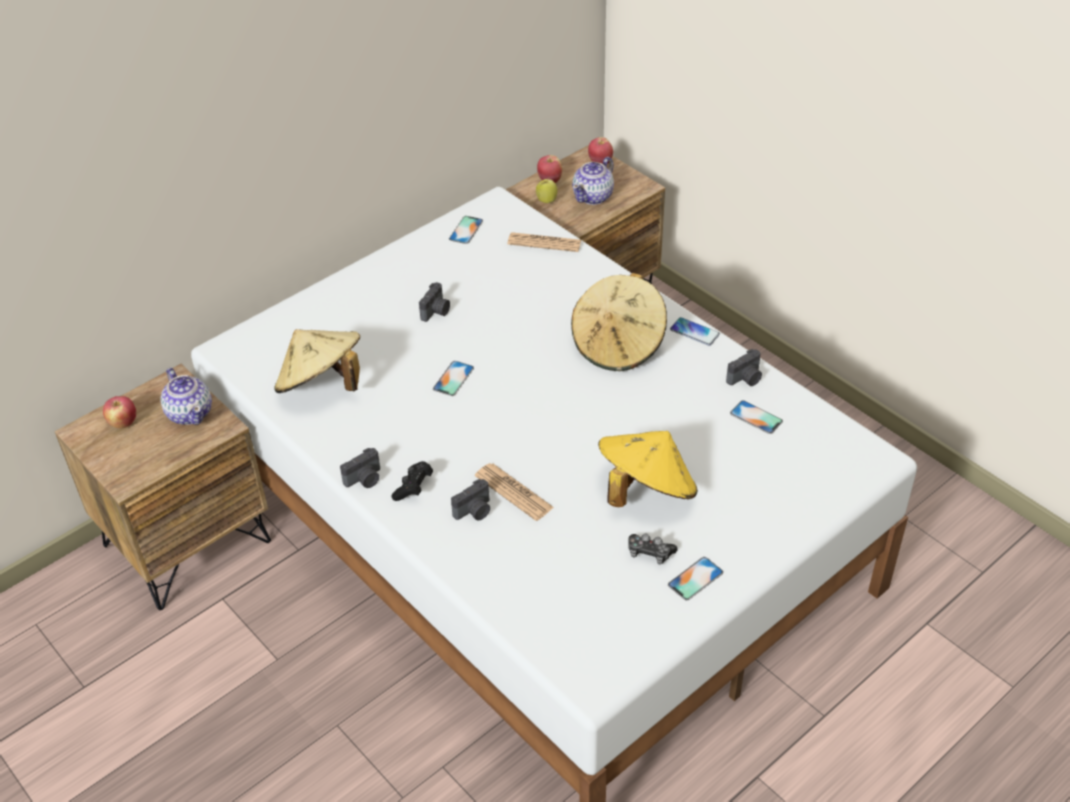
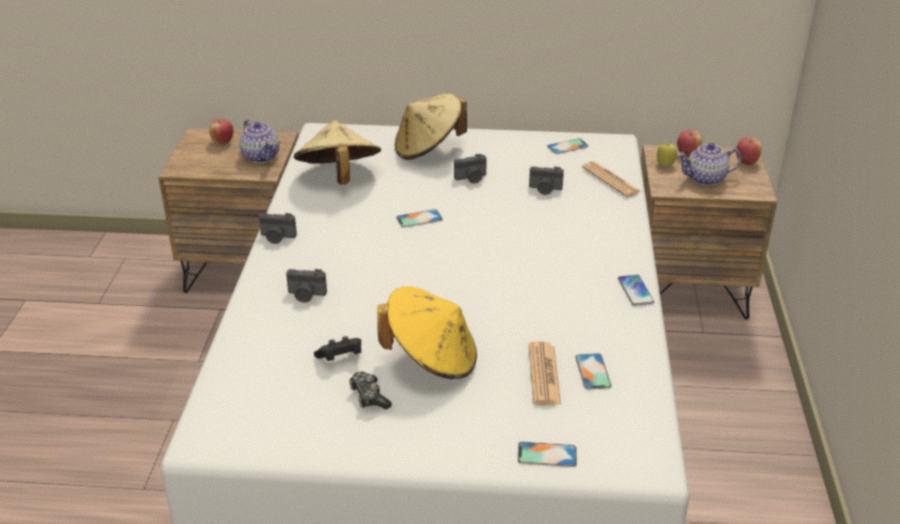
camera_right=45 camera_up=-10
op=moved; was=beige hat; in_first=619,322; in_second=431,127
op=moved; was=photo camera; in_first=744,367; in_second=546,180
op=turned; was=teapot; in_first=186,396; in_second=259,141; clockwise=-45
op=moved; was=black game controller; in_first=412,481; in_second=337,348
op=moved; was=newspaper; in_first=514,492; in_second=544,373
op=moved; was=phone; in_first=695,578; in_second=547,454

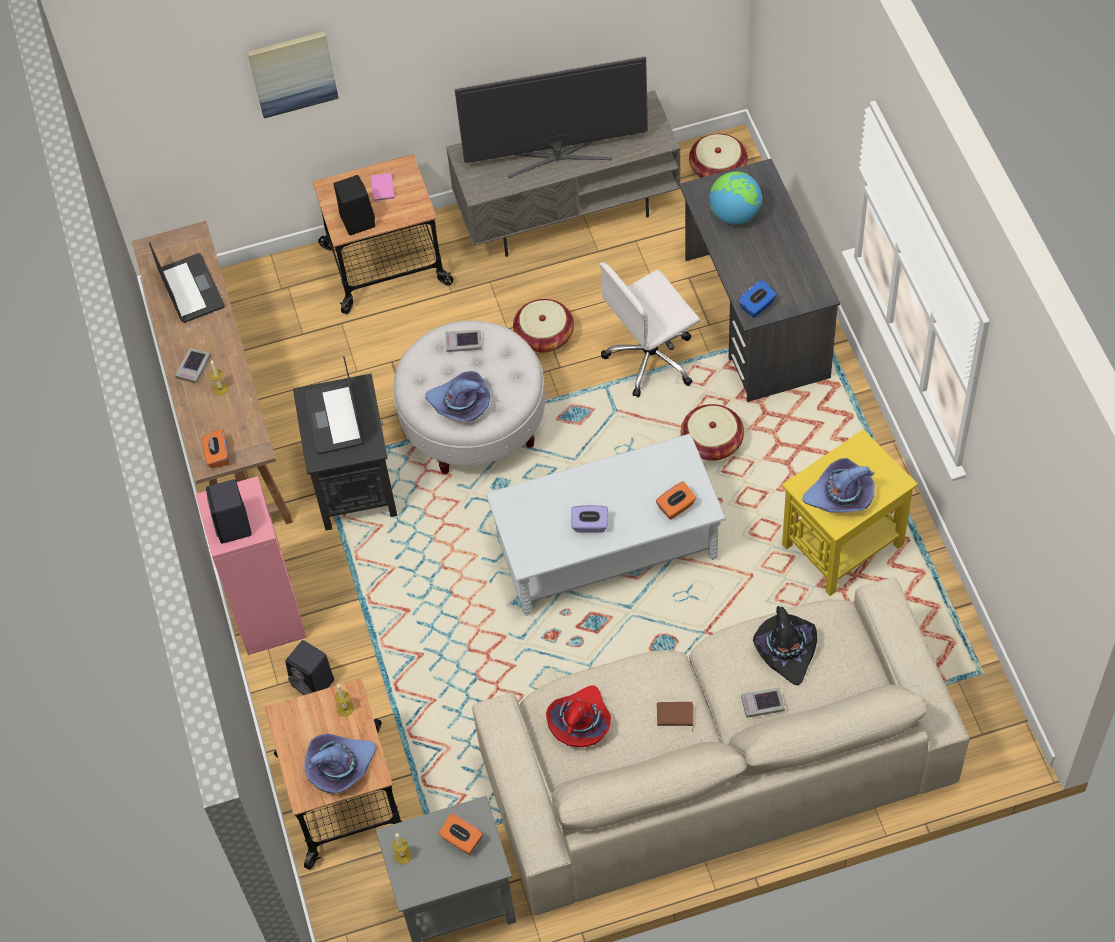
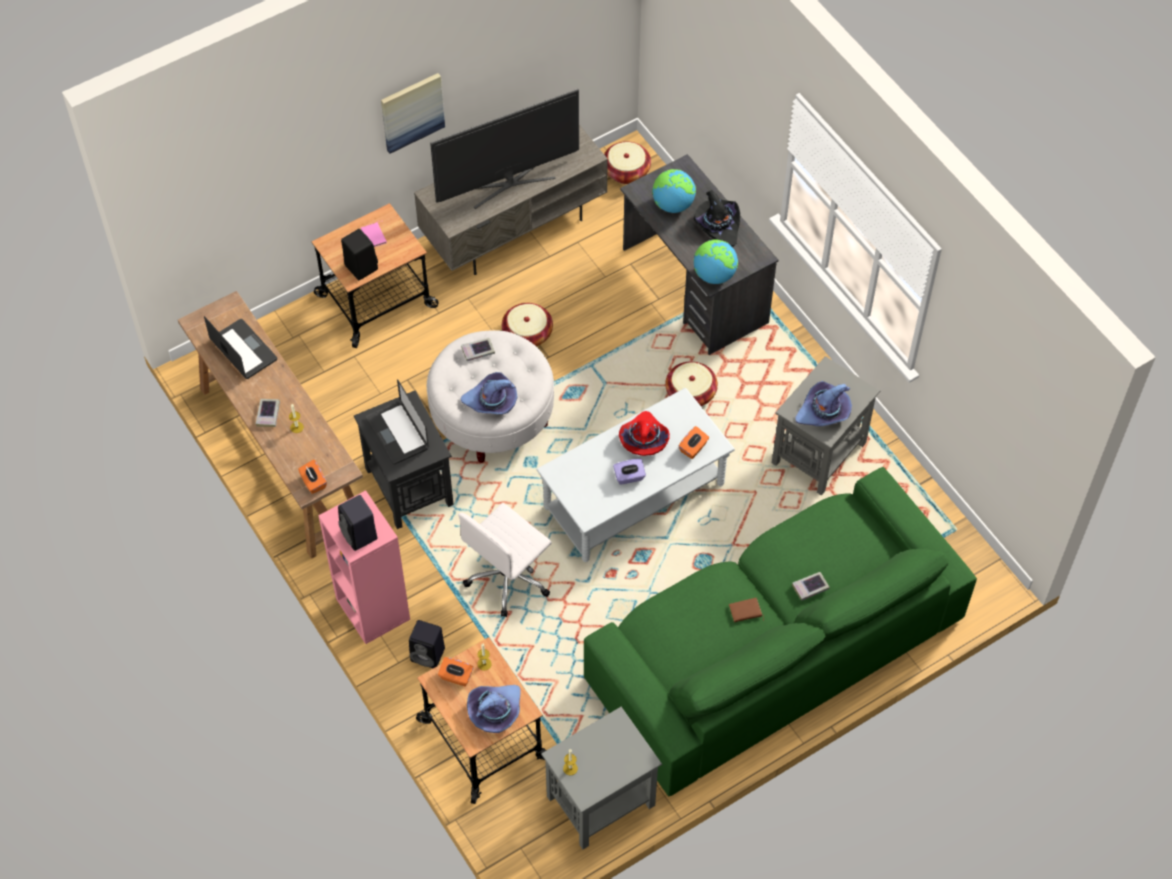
camera_right=-20 camera_up=0
op=moved; was=picture; in_first=293,74; in_second=413,113
op=moved; was=white office chair; in_first=649,330; in_second=505,560
op=replaced; was=blue tissue box; now=globe; in_first=757,299; in_second=715,262
op=recoloured; was=yellow side table; now=grey side table; in_first=850,512; in_second=826,425
op=recoloured; was=beige sofa; now=green sofa; in_first=721,746; in_second=780,631
op=moved; was=black hat; in_first=785,645; in_second=717,218
op=moved; was=red hat; in_first=578,716; in_second=644,433
op=moved; was=orange tissue box; in_first=461,834; in_second=456,671

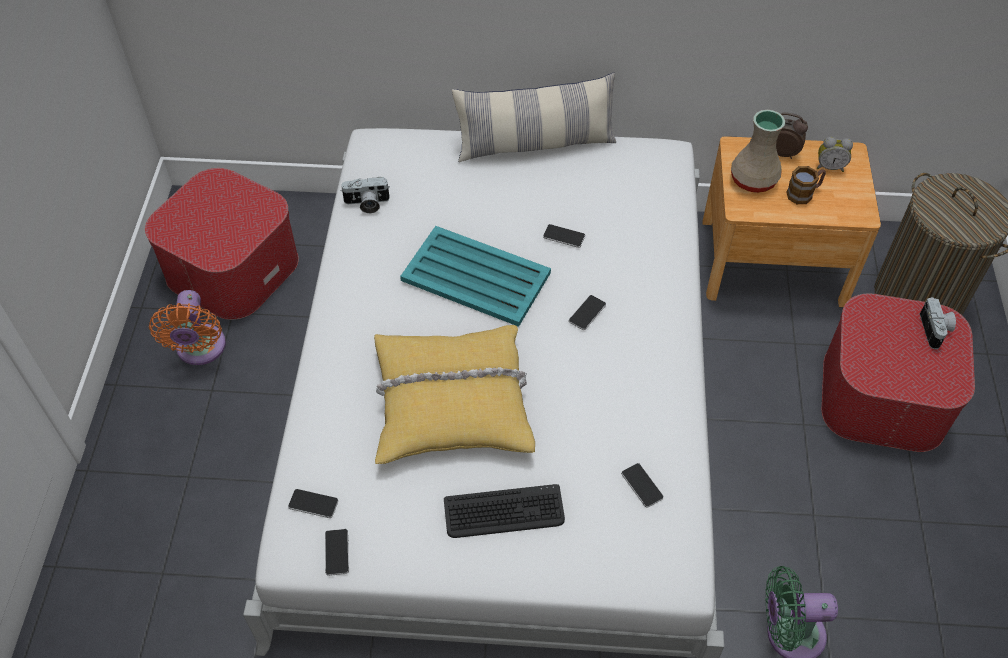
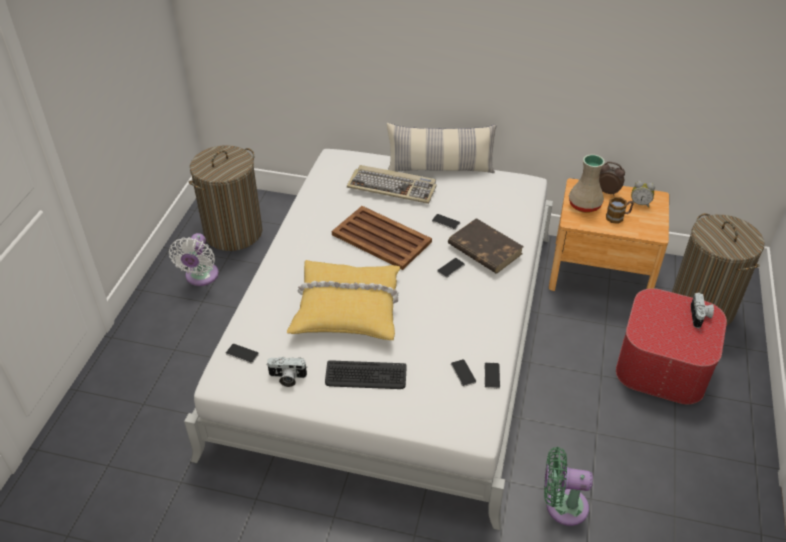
camera_right=10 camera_up=-10
op=replaced; was=ottoman; now=laundry basket; in_first=222,244; in_second=225,198
op=moved; was=photo camera; in_first=365,195; in_second=286,372
op=recoloured; was=turquoise tray; now=brown tray; in_first=475,276; in_second=382,238
op=recoloured; was=orange fan; now=white fan; in_first=187,327; in_second=194,259
op=moved; was=phone; in_first=337,552; in_second=492,375
op=added; now=keyboard; in_second=392,184
op=added; now=brown book; in_second=486,245

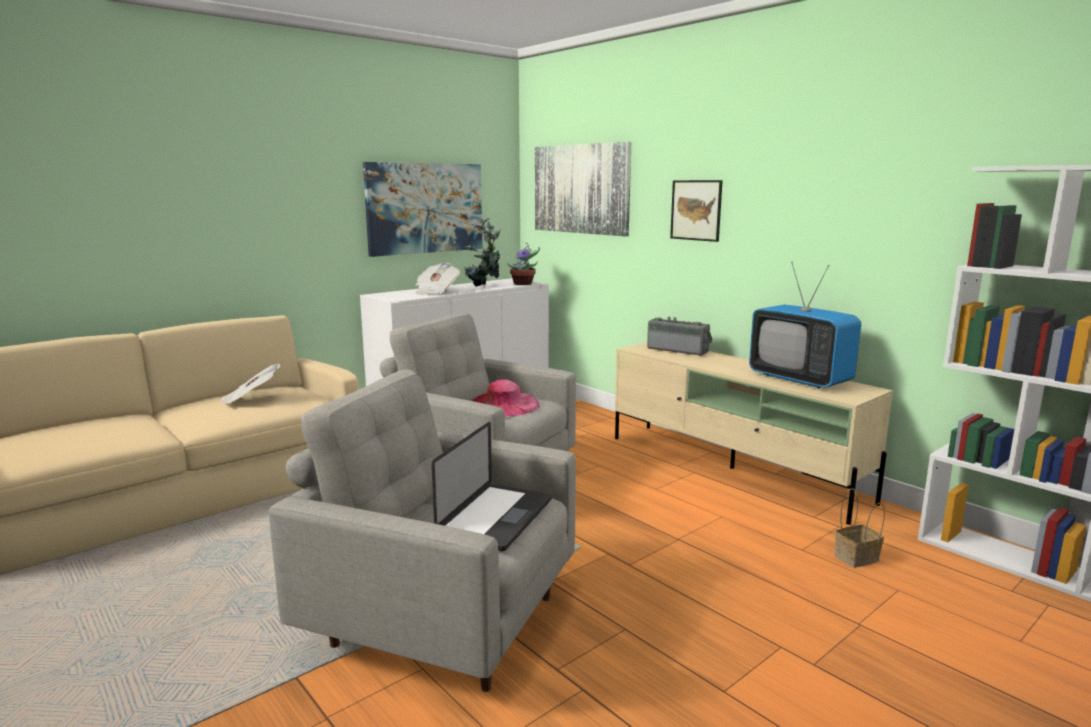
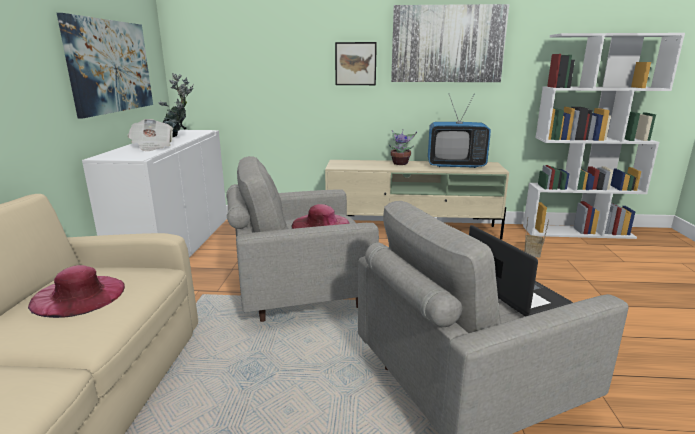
camera_right=-45 camera_up=5
op=moved; was=picture; in_first=583,189; in_second=450,43
op=moved; was=potted plant; in_first=523,264; in_second=402,147
op=removed; was=radio; in_first=679,336
op=replaced; was=newspaper; now=pink hat; in_first=250,384; in_second=76,291

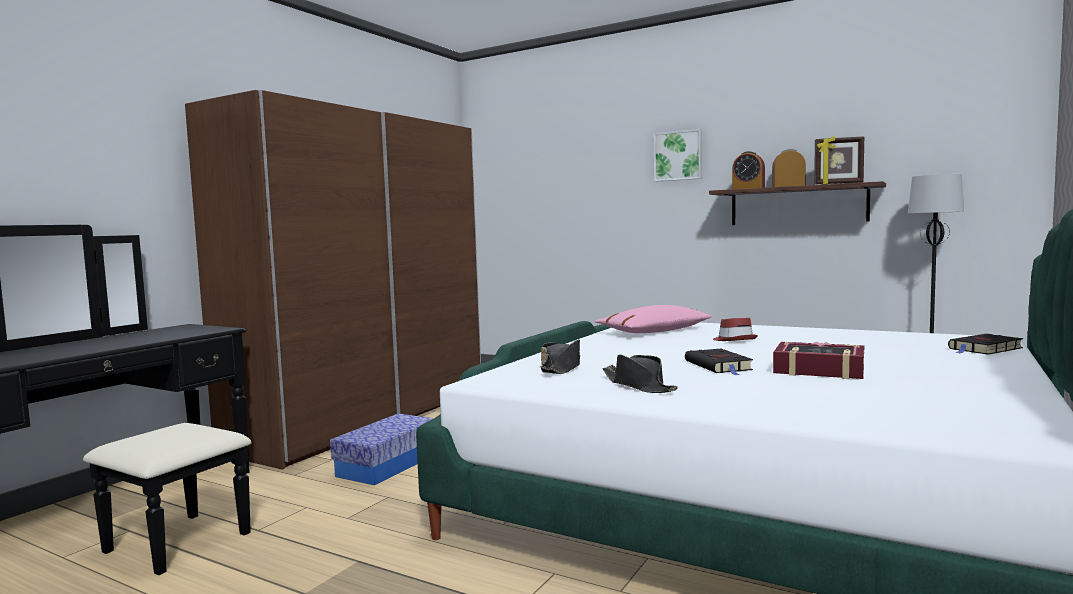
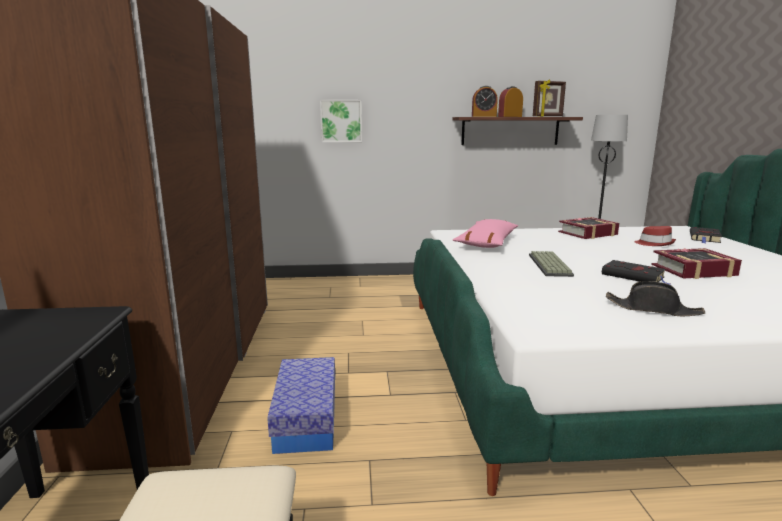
camera_right=-35 camera_up=10
op=moved; was=picture; in_first=678,155; in_second=341,121
op=moved; was=red hat; in_first=735,329; in_second=655,236
op=removed; was=black hat; in_first=560,357
op=added; now=book; in_second=588,228
op=added; now=keyboard; in_second=551,264

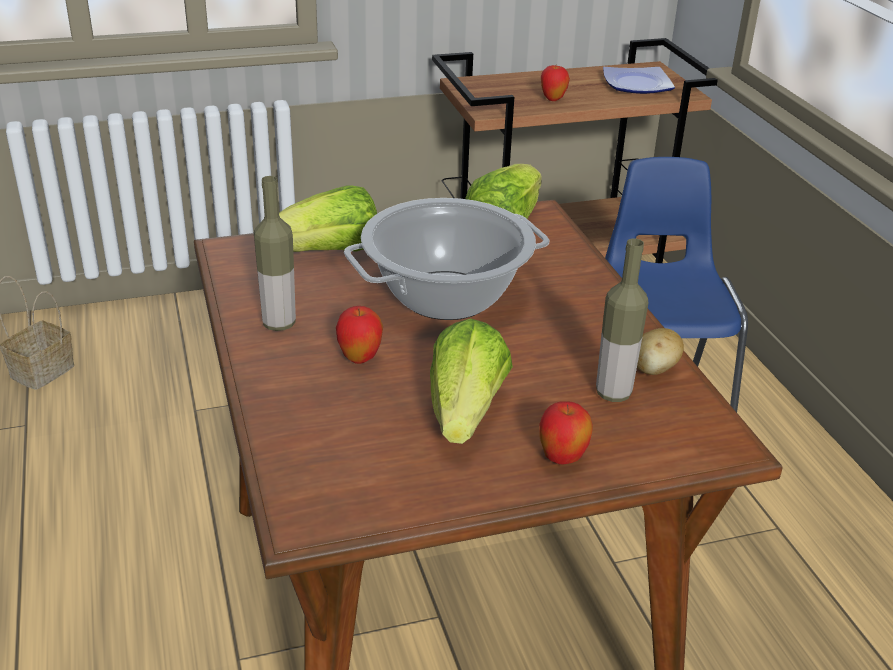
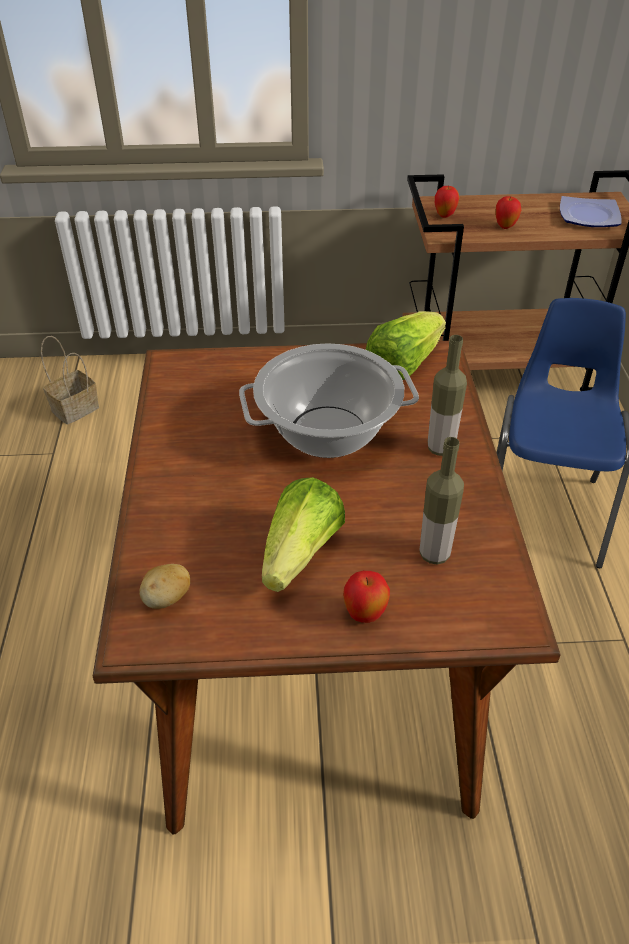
camera_right=15 camera_up=10
op=moved; was=bottle; in_first=275,253; in_second=447,395
op=removed; was=lettuce; in_first=328,219
op=moved; was=apple; in_first=359,335; in_second=447,202
op=moved; was=potato; in_first=660,351; in_second=164,586

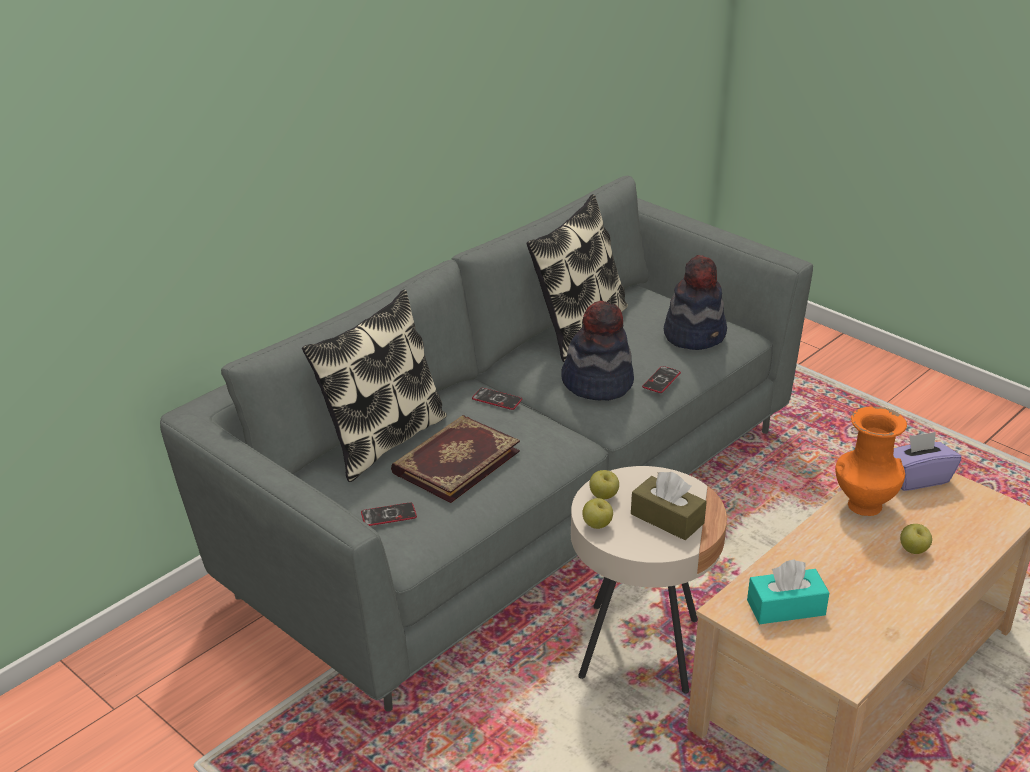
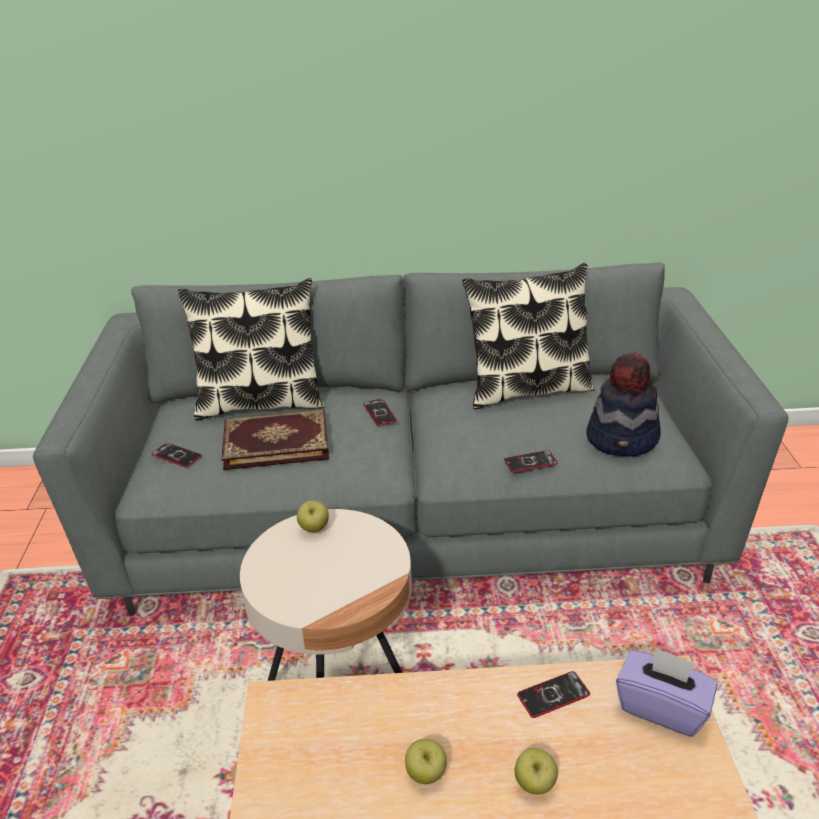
camera_right=45 camera_up=0
op=removed; was=hat; in_first=597,351
op=replaced; was=orange vase; now=phone; in_first=871,461; in_second=553,694
op=removed; was=brown tissue box; in_first=669,506
op=moved; was=apple; in_first=597,513; in_second=426,761
op=removed; was=turquoise tissue box; in_first=788,591

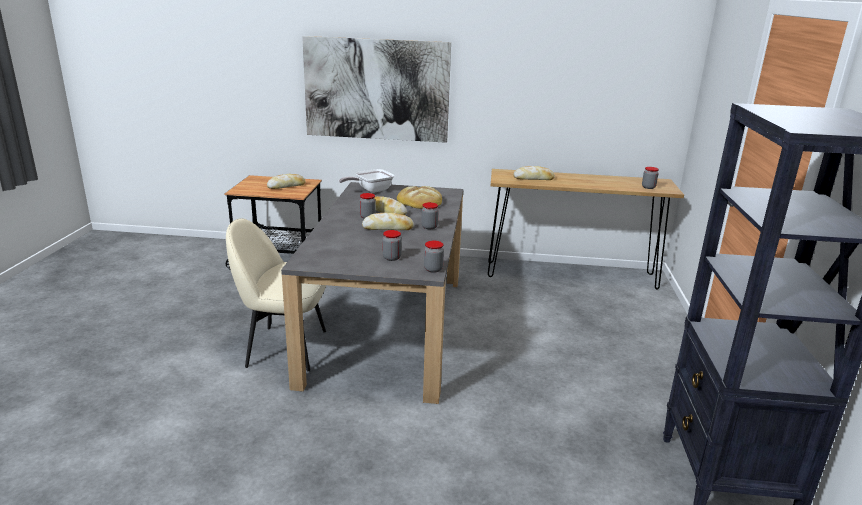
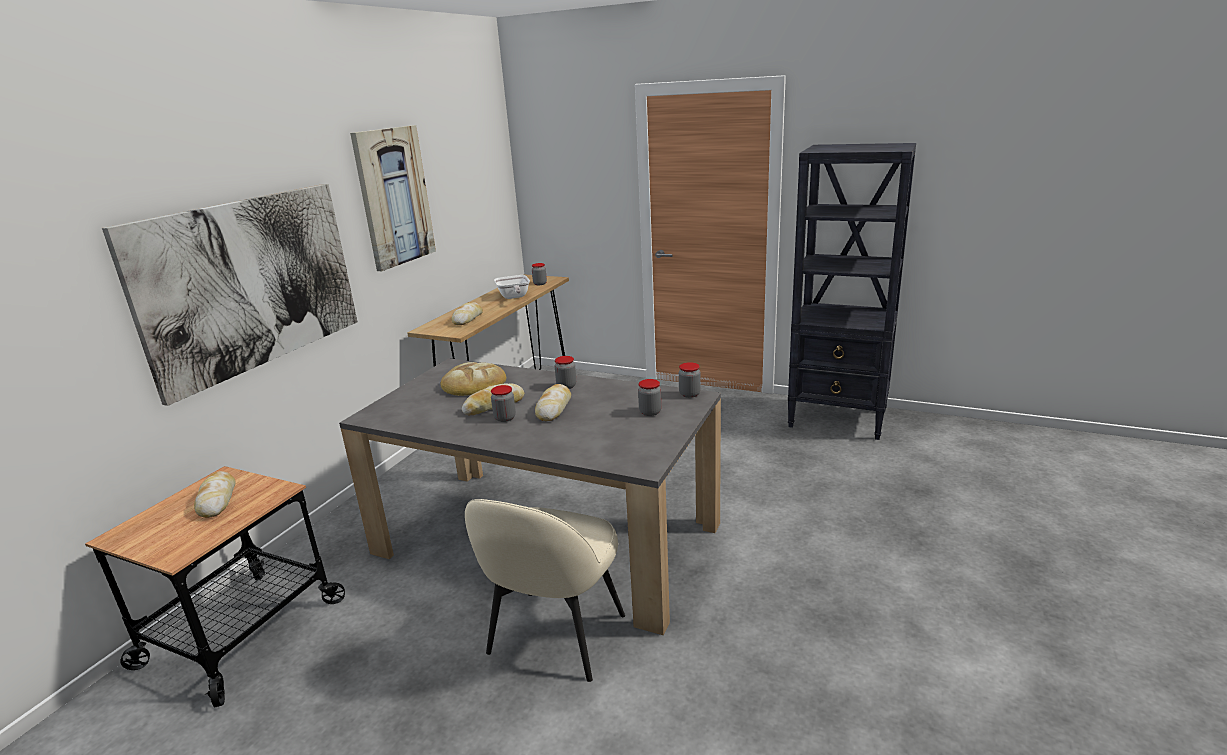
camera_right=-70 camera_up=0
op=moved; was=frying pan; in_first=366,181; in_second=512,287
op=added; now=picture; in_second=393,198

